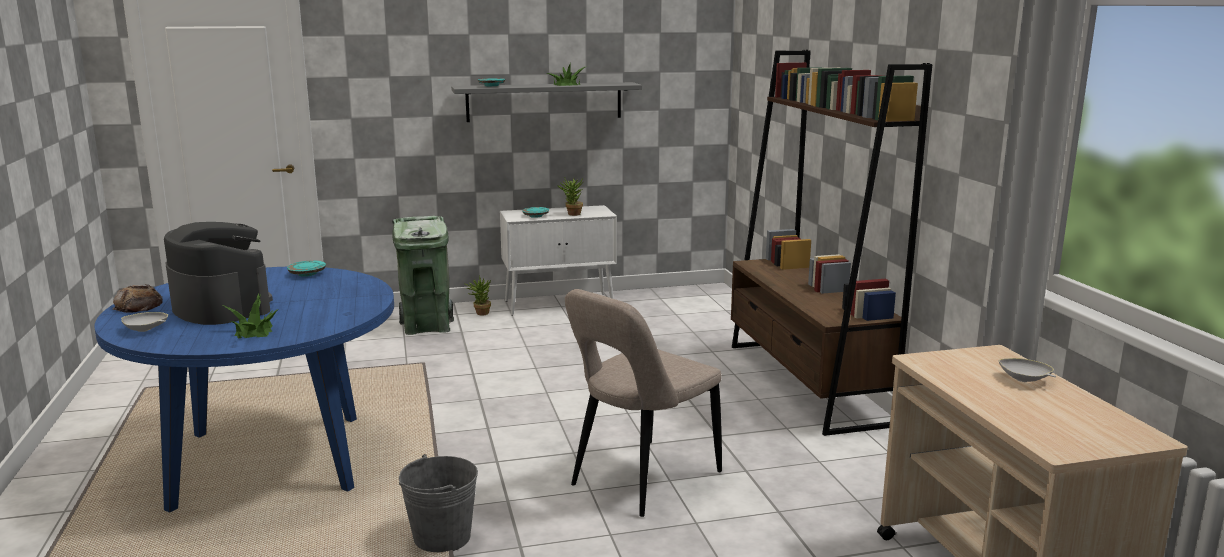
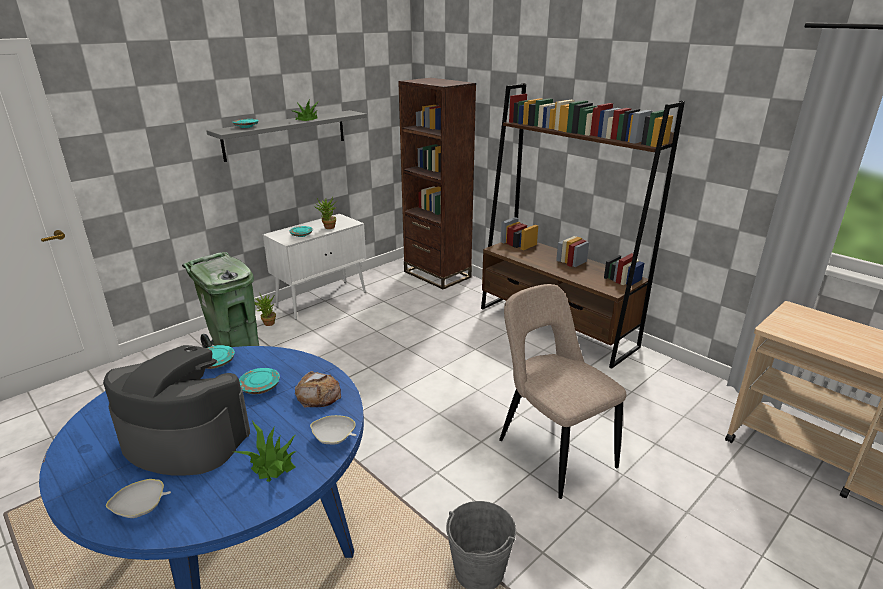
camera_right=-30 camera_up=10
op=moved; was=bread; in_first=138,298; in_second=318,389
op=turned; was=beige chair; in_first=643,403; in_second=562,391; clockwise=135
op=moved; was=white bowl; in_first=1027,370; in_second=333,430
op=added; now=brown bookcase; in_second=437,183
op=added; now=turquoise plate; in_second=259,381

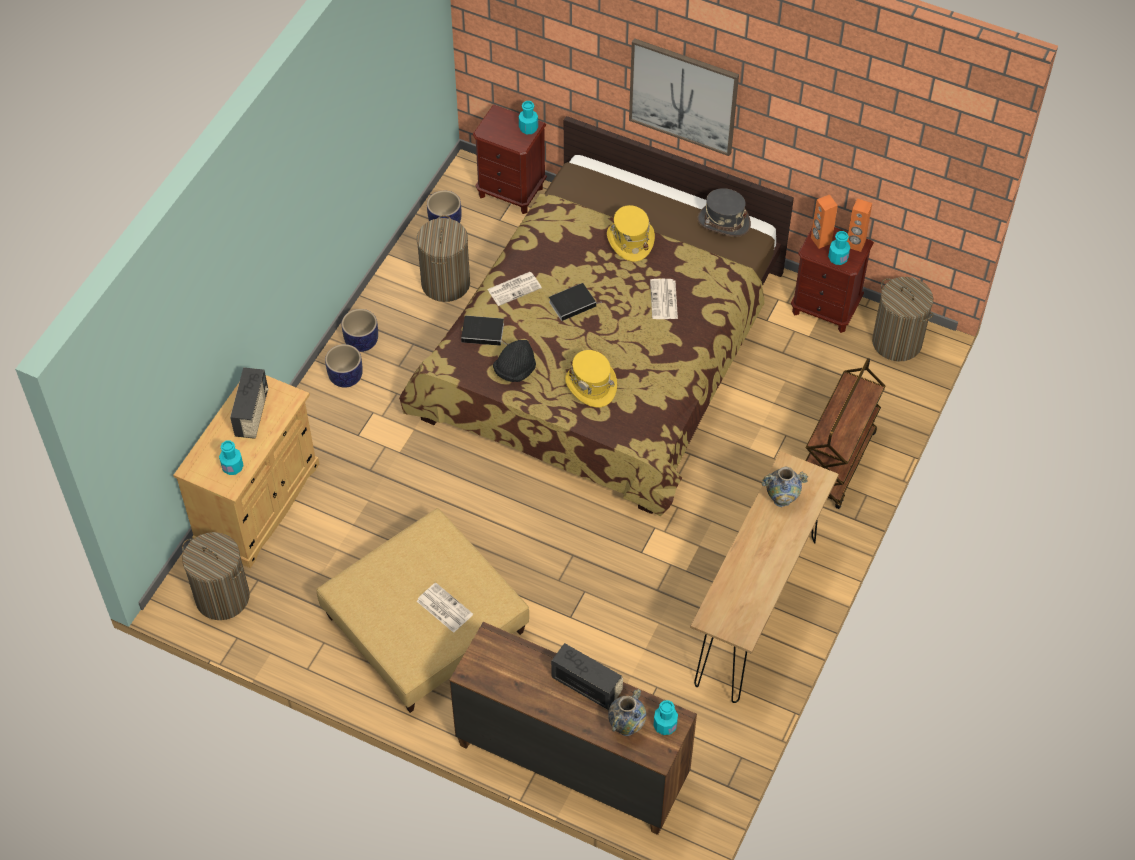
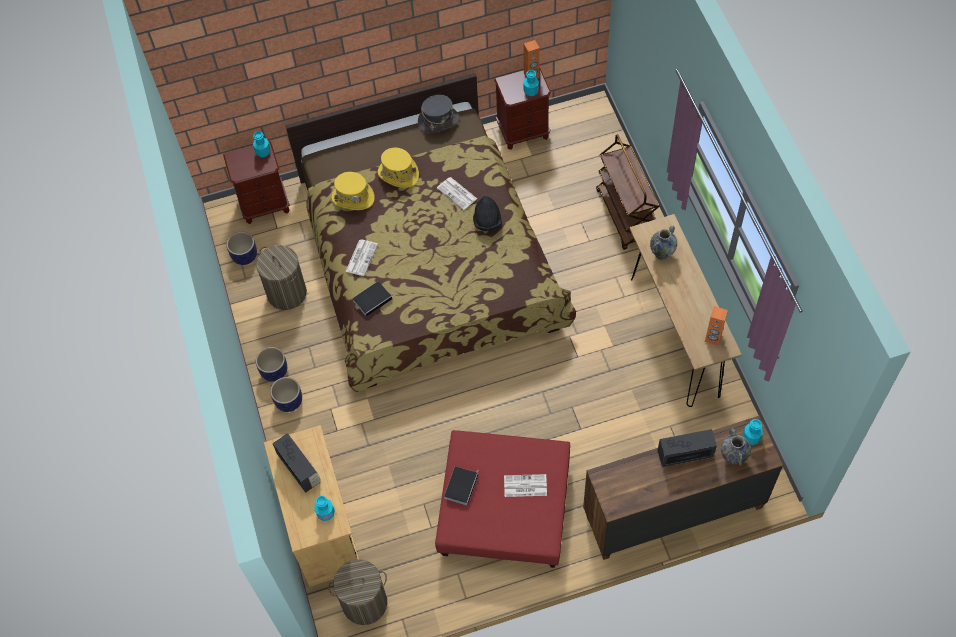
camera_right=-40 camera_up=5
op=removed; was=picture; in_first=684,97
op=moved; was=orange speaker; in_first=824,222; in_second=716,326
op=removed; was=laundry basket; in_first=903,319
op=moved; was=book; in_first=575,302; in_second=461,486
op=moved; was=black hat; in_first=514,361; in_second=487,213
op=moved; was=yellow hat; in_first=591,379; in_second=353,191
op=recoloured; was=beige ottoman; now=red ottoman; in_first=422,610; in_second=502,499

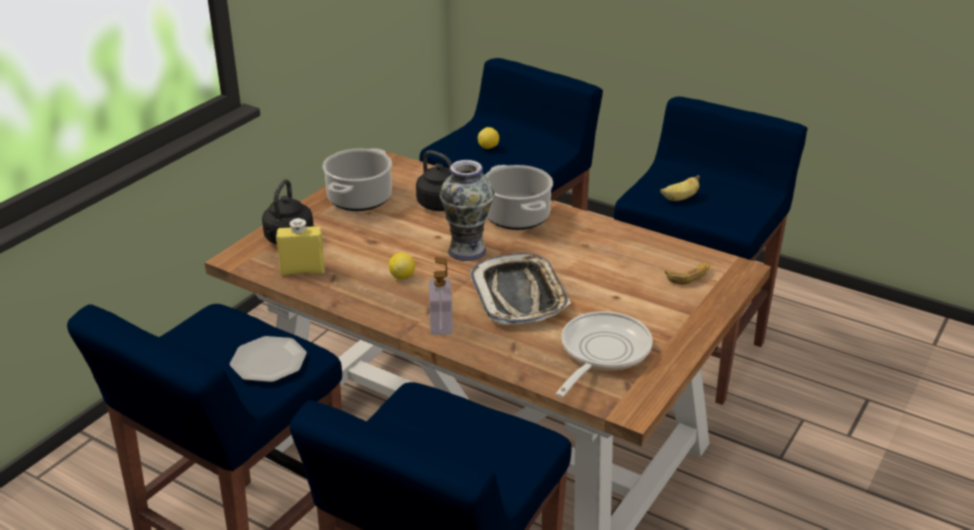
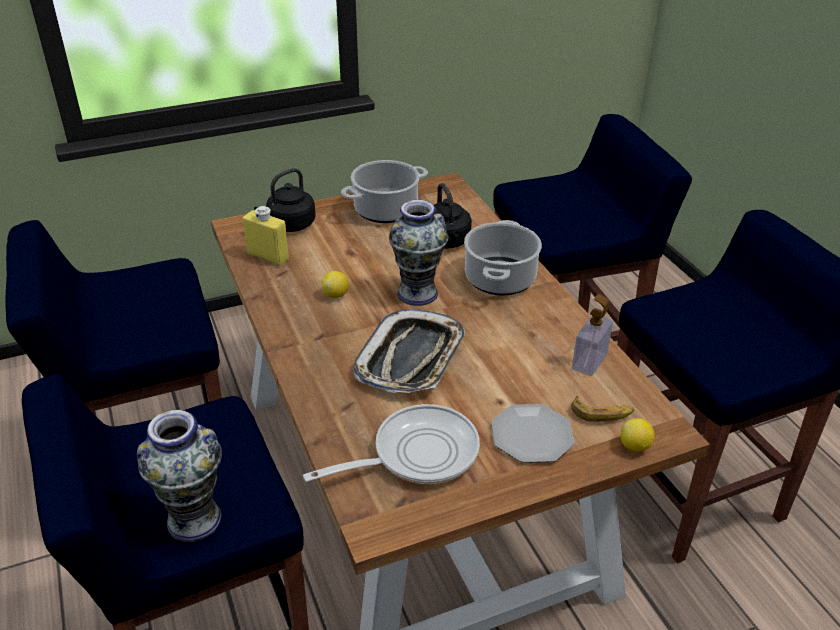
camera_right=35 camera_up=5
op=moved; was=lemon; in_first=488,138; in_second=638,434
op=removed; was=banana; in_first=680,188
op=moved; was=soap dispenser; in_first=441,295; in_second=592,335
op=moved; was=plate; in_first=268,359; in_second=533,433
op=added; now=vase; in_second=179,476

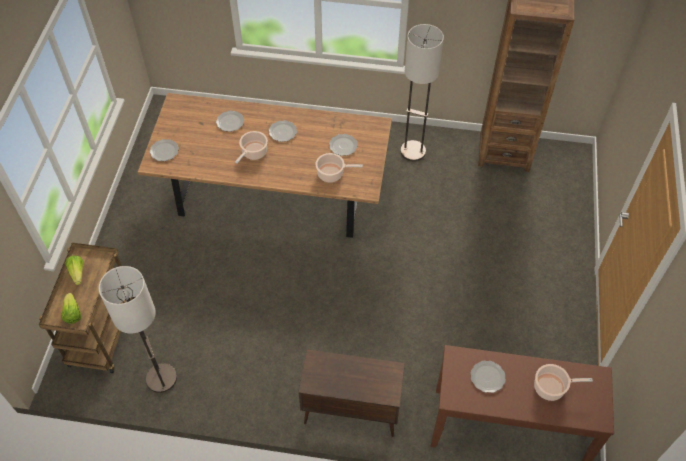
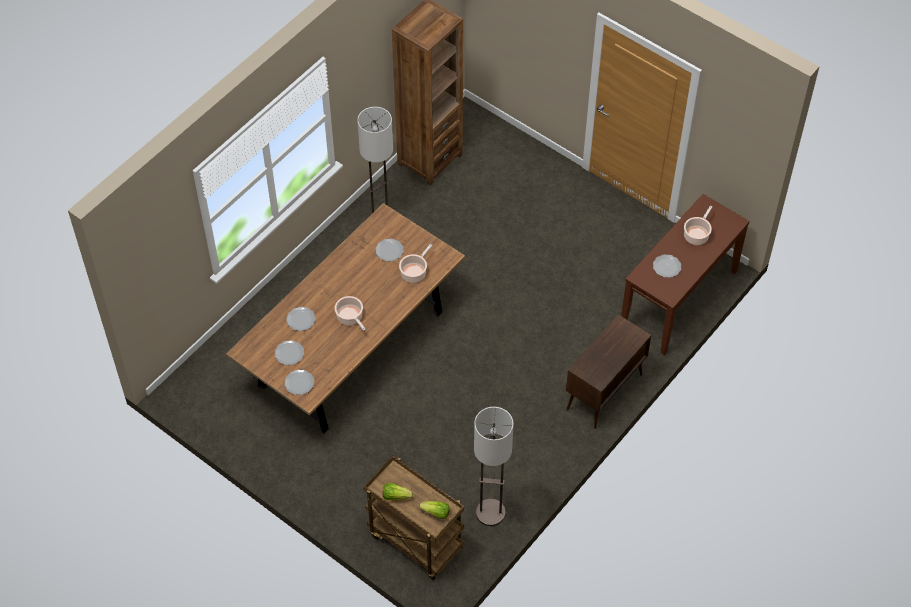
camera_right=-60 camera_up=0
op=moved; was=plate; in_first=283,131; in_second=289,352

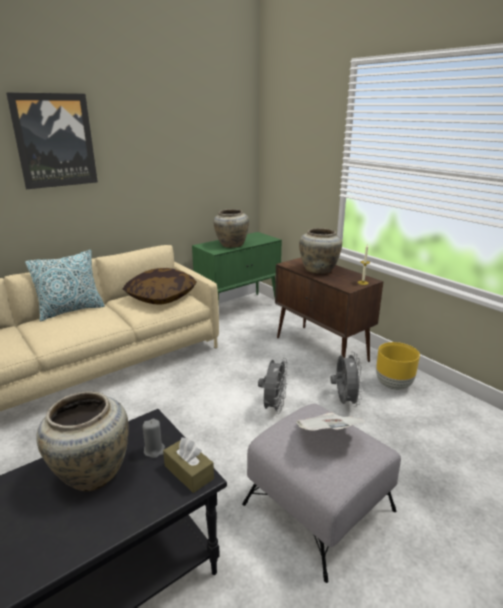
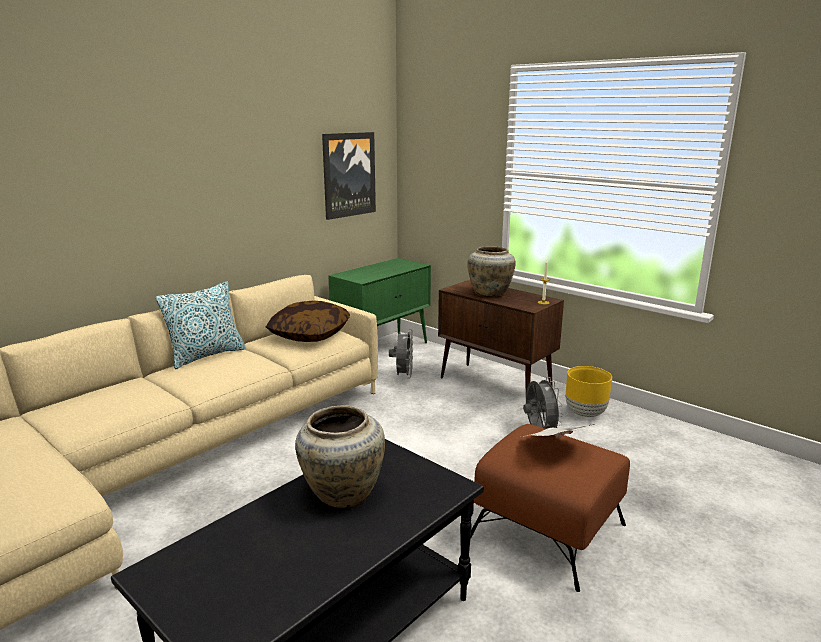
camera_right=-10 camera_up=-5
op=moved; was=picture; in_first=52,140; in_second=349,176
op=removed; was=beige vase; in_first=231,228
op=moved; was=grey fan; in_first=273,386; in_second=401,354
op=recoloured; was=grey ottoman; now=brown ottoman; in_first=321,493; in_second=550,508
op=removed; was=grey candle; in_first=153,438
op=removed; was=brown tissue box; in_first=188,465

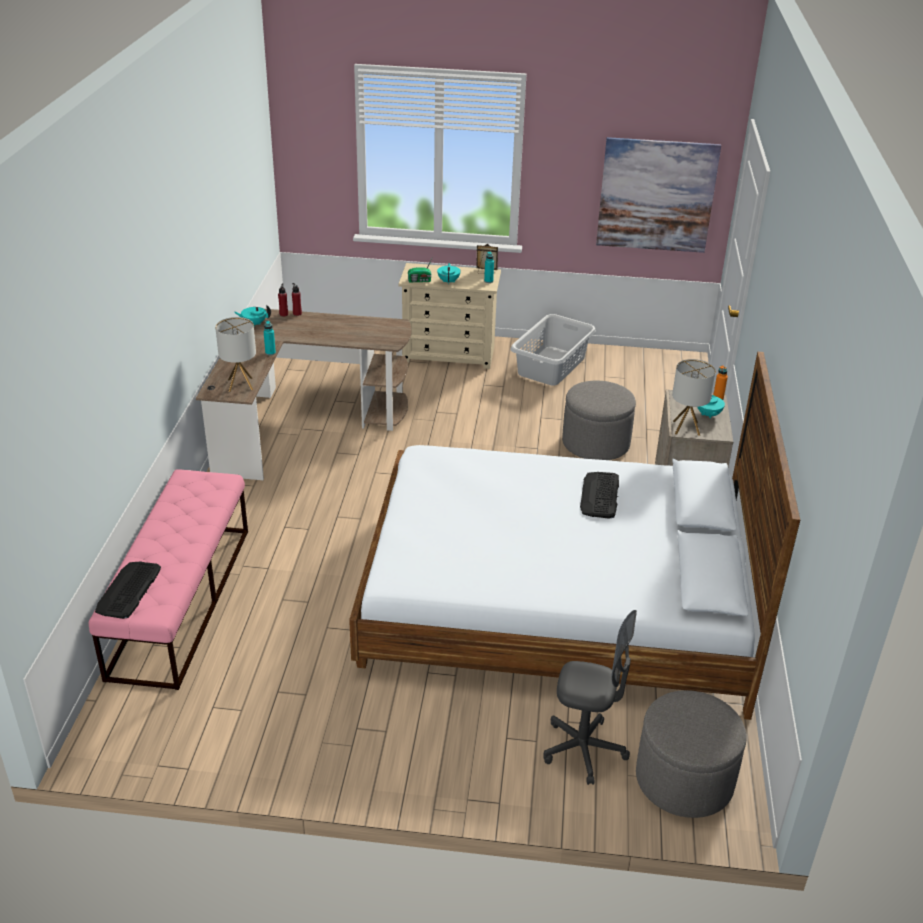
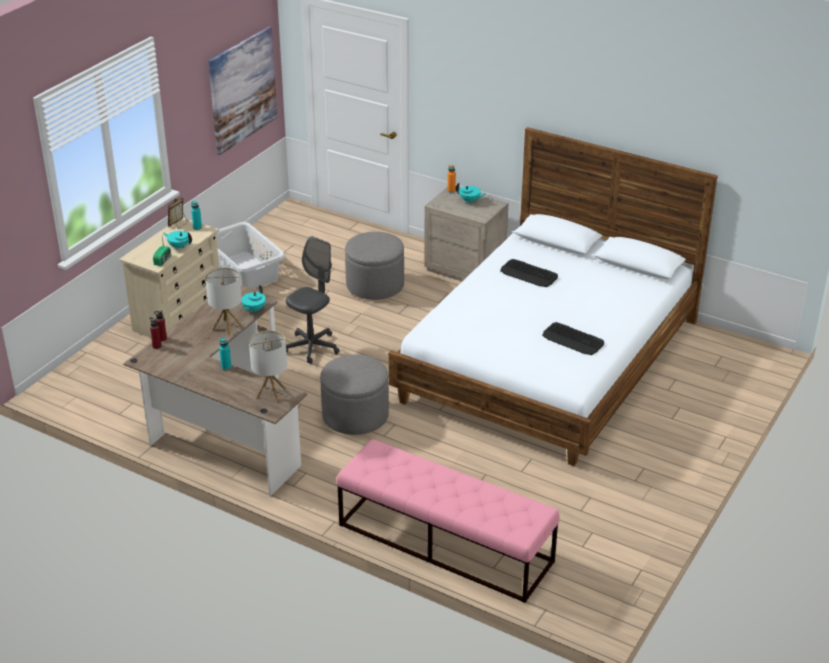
camera_right=-65 camera_up=0
op=moved; was=turquoise teapot; in_first=252,315; in_second=253,299
op=moved; was=table lamp; in_first=694,397; in_second=223,301
op=moved; was=keyboard; in_first=128,590; in_second=573,338
op=moved; was=grey office chair; in_first=590,697; in_second=313,300
op=moved; was=grey ottoman; in_first=691,754; in_second=354,394

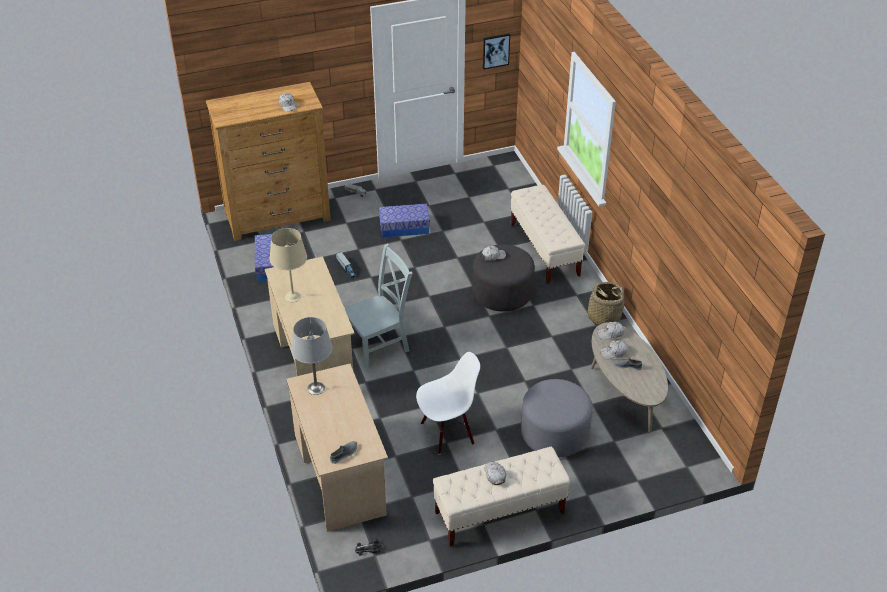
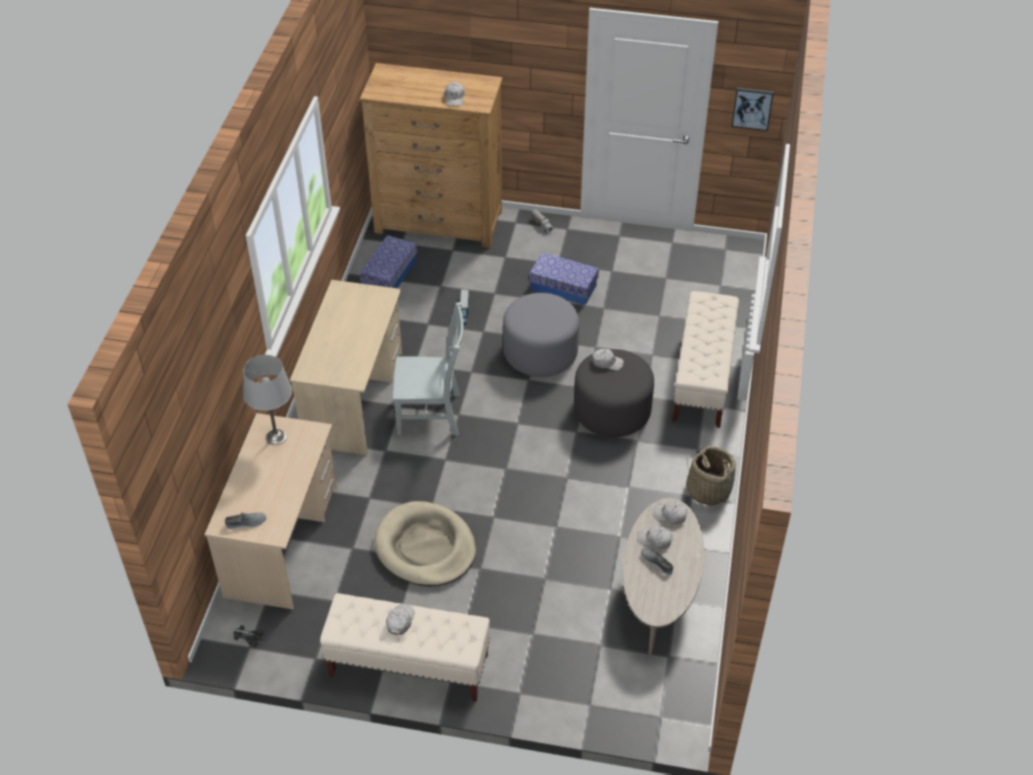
camera_right=30 camera_up=5
op=removed; was=beige table lamp; in_first=288,265
op=replaced; was=white chair; now=beige dog bed; in_first=448,403; in_second=425,543
op=moved; was=grey ottoman; in_first=557,418; in_second=541,335

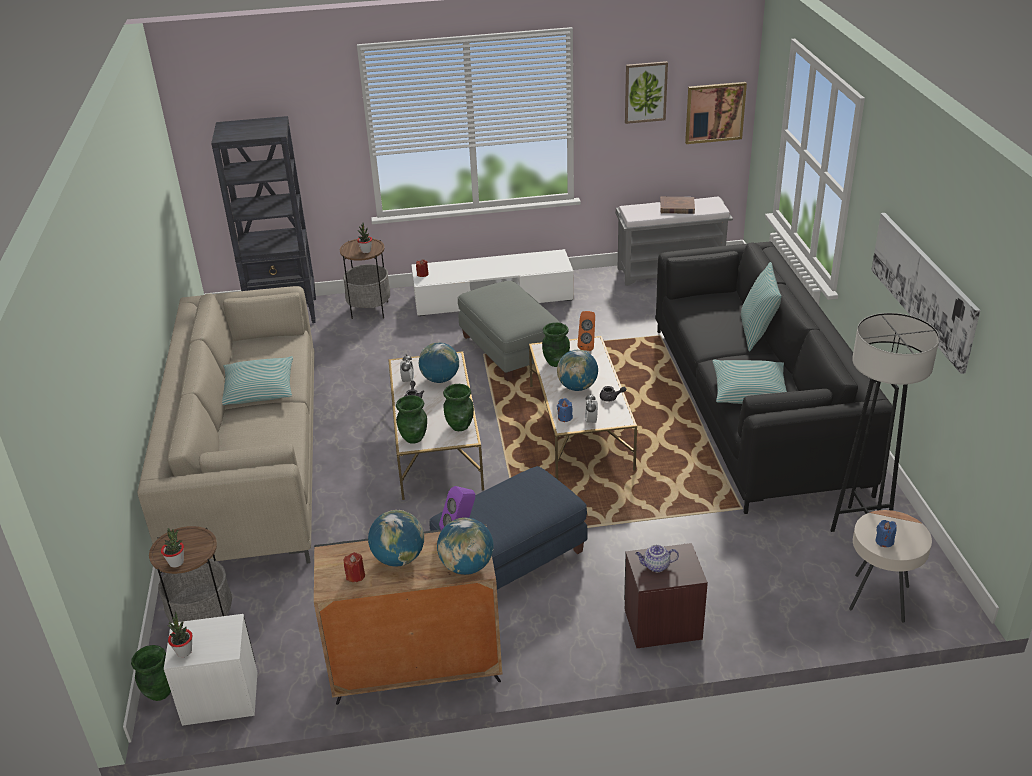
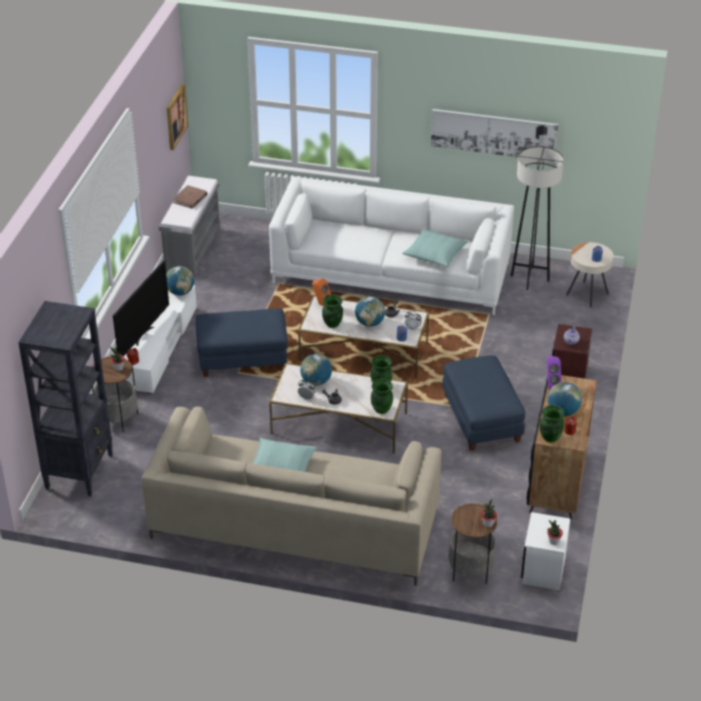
camera_right=-70 camera_up=5
op=removed; was=picture; in_first=646,92
op=recoloured; was=black sofa; now=white sofa; in_first=773,378; in_second=391,245
op=removed; was=pillow; in_first=761,307
op=recoloured; was=grey ottoman; now=blue ottoman; in_first=509,331; in_second=242,343
op=moved; was=globe; in_first=465,546; in_second=180,280
op=moved; was=green vase; in_first=151,673; in_second=552,424
op=added; now=television; in_second=141,308

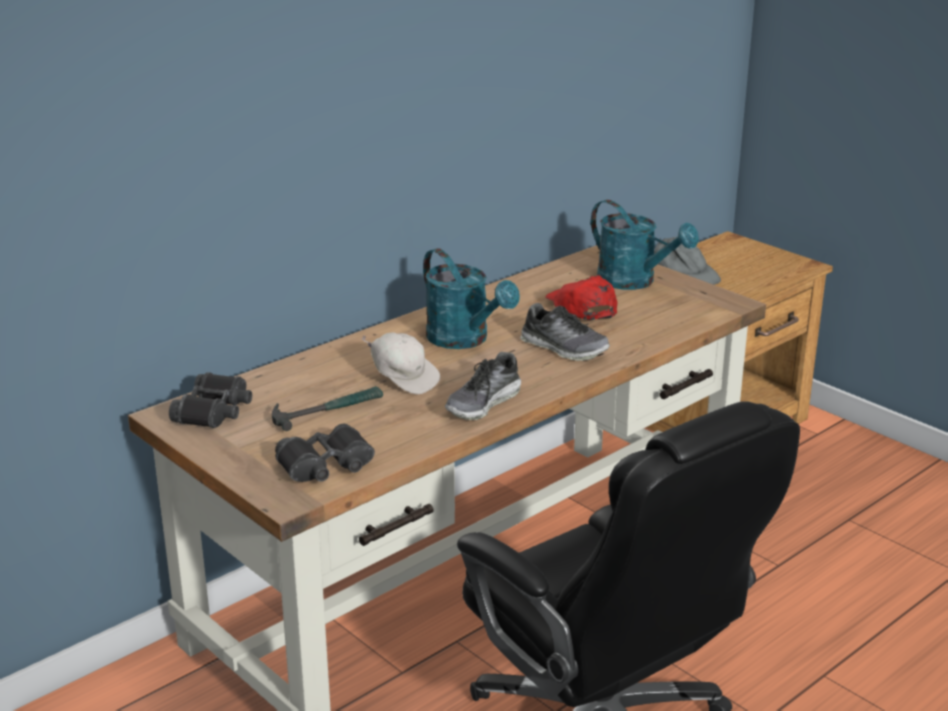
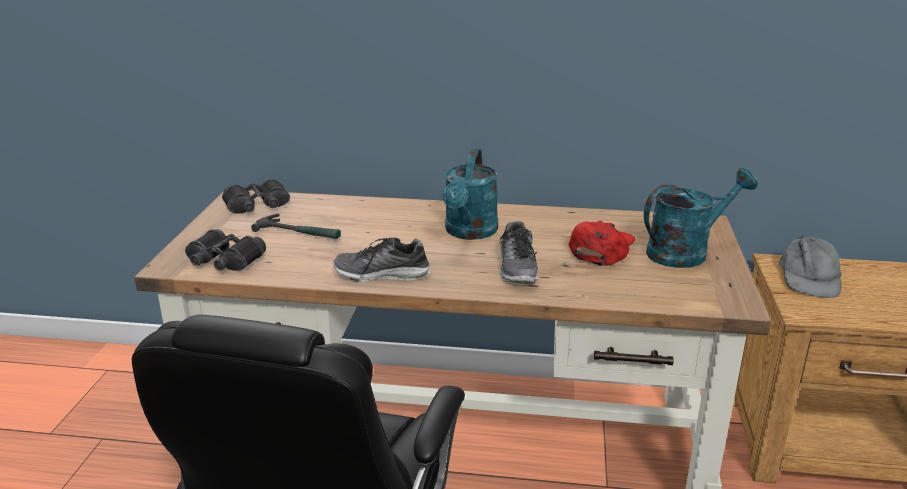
camera_right=50 camera_up=0
op=turned; was=turquoise watering can; in_first=645,245; in_second=701,218; clockwise=-120
op=removed; was=white cap; in_first=400,363

